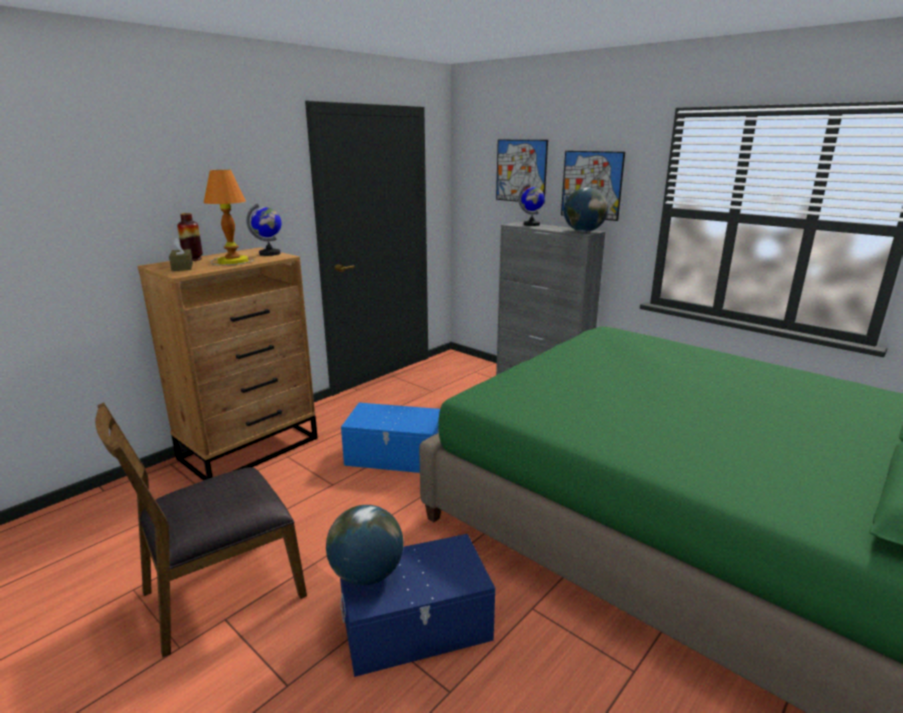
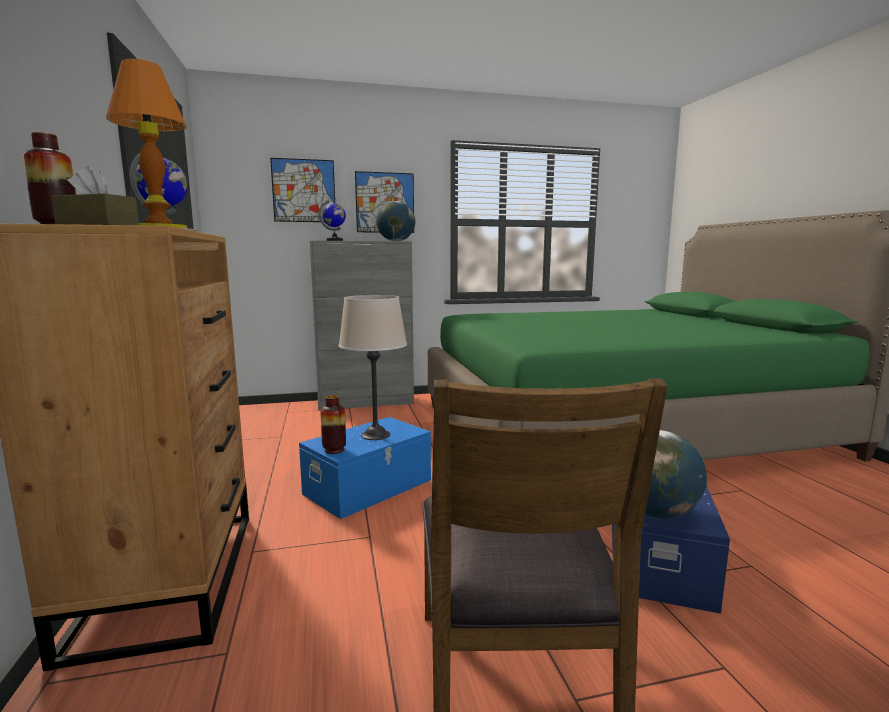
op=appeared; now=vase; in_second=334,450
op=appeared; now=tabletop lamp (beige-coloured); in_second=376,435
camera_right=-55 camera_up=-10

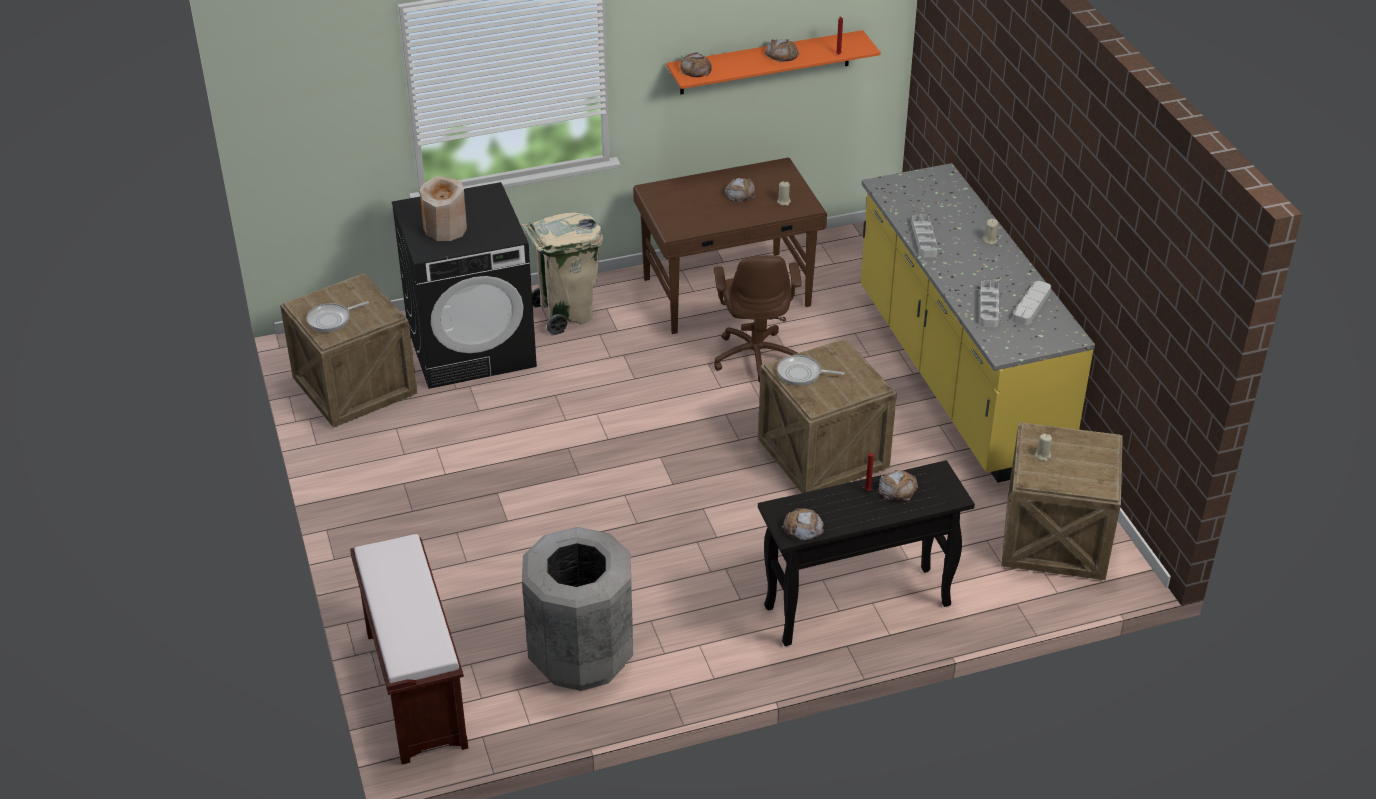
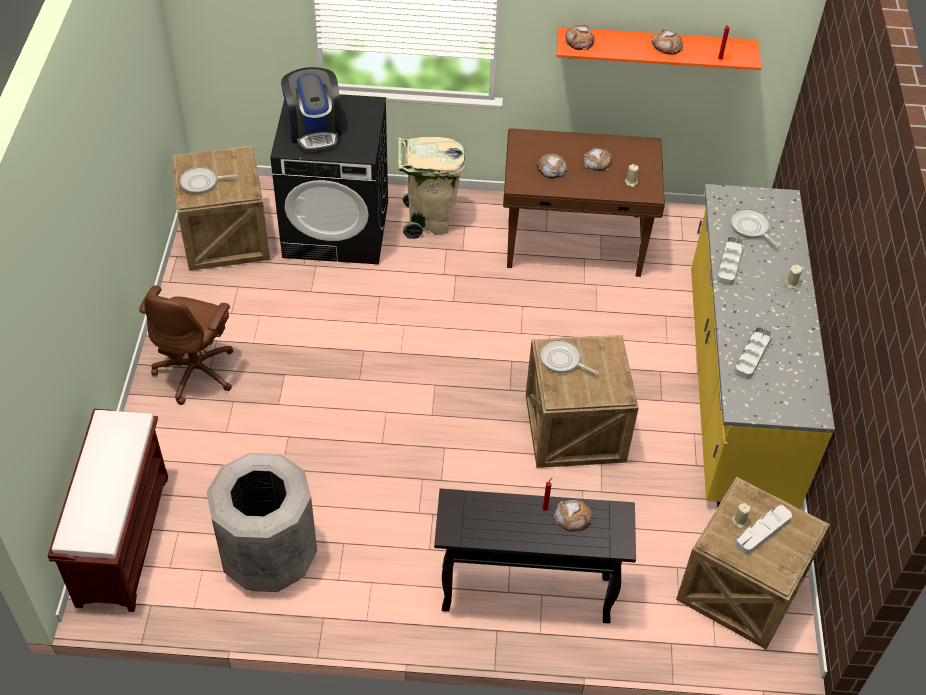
op=appeared; now=pan; in_second=751,228
op=relocated; was=office chair (brown); in_first=755,356; in_second=197,371
op=relocated; was=baked bread; in_first=802,528; in_second=551,168
op=relocated; was=serving tray (grey); in_first=1031,306; in_second=762,531
op=exchanged; was=vase (beige-coloured); now=coffee maker; in_first=445,228; in_second=314,130
camera_right=20 camera_up=10

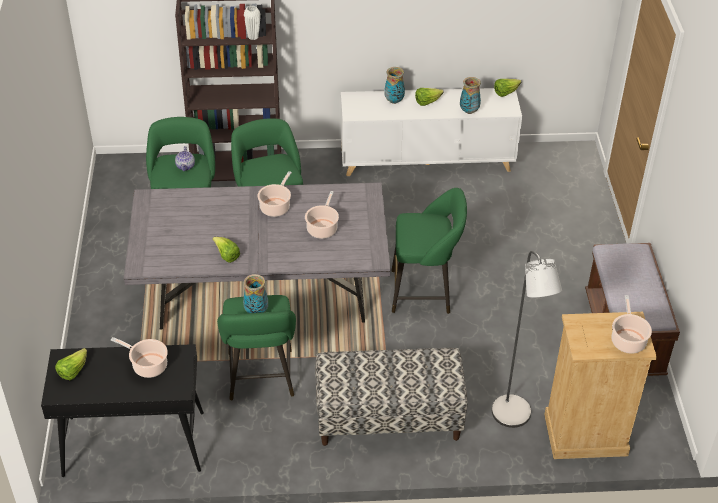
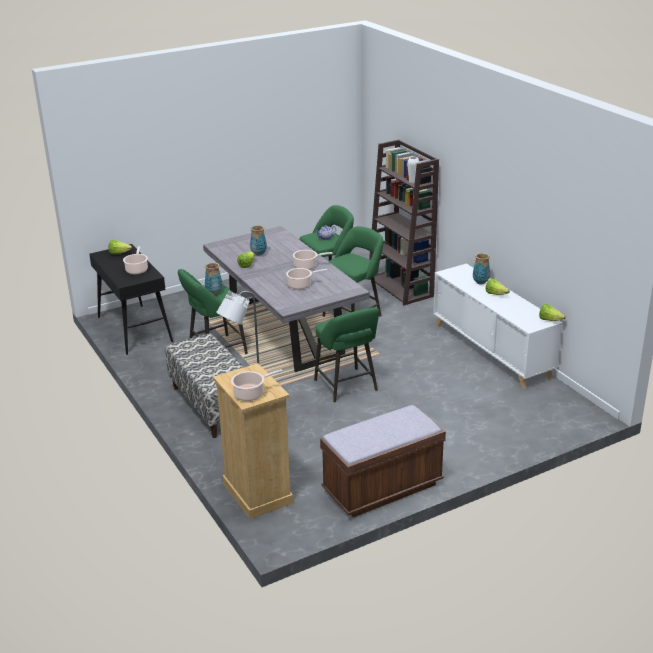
op=relocated; was=vase; in_first=469,111; in_second=259,254
camera_right=65 camera_up=-15

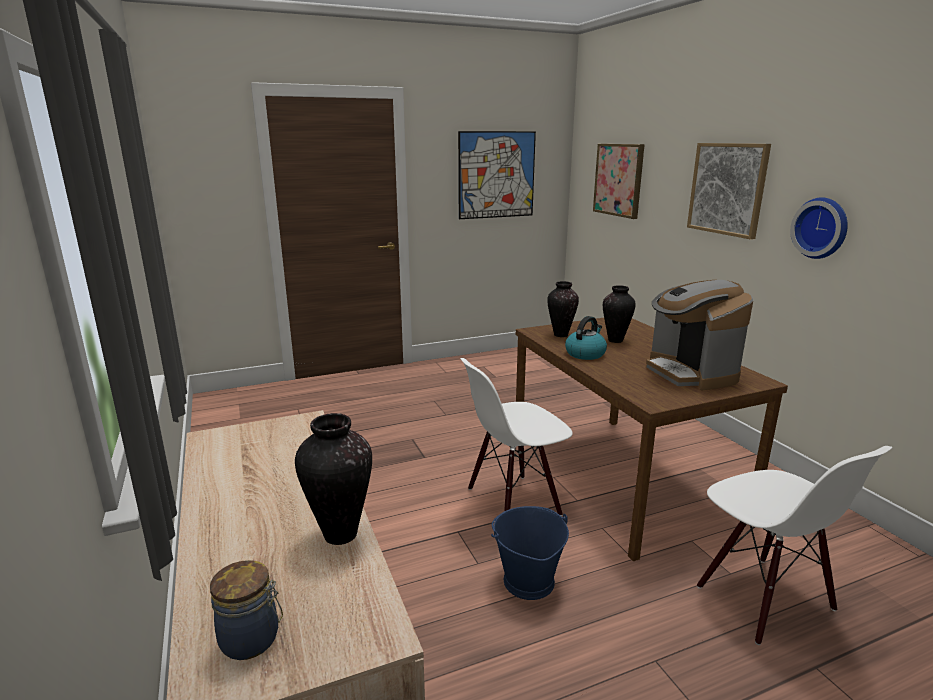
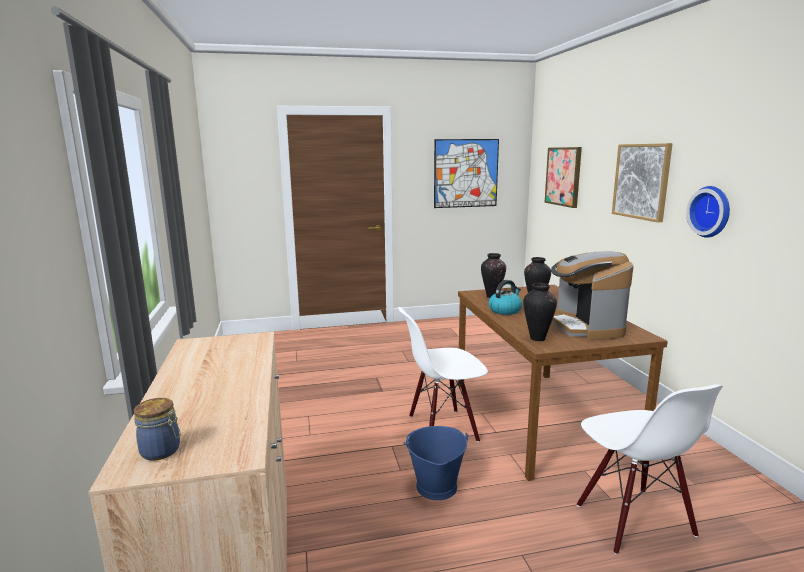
op=relocated; was=vase; in_first=339,534; in_second=536,338
camera_right=10 camera_up=-5

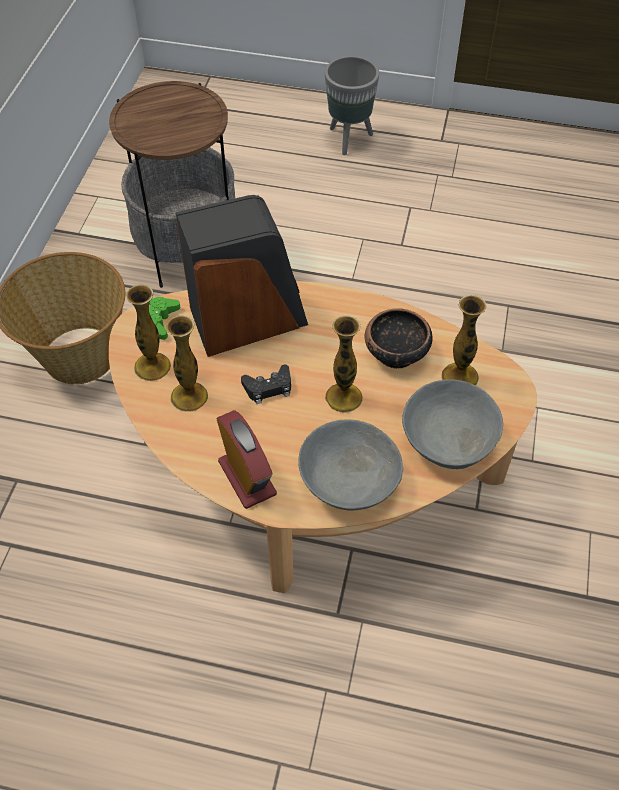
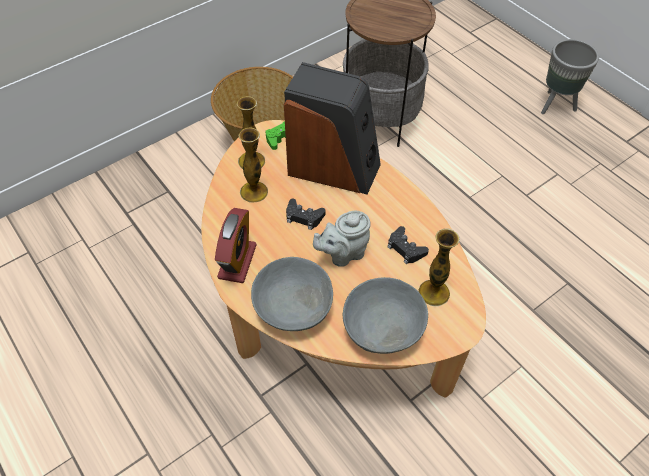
op=exchanged; was=vase; now=pot for tea (grey); in_first=344,397; in_second=343,254
op=exchanged; was=serving bowl; now=joypad (black); in_first=396,353; in_second=405,248
camera_right=40 camera_up=0

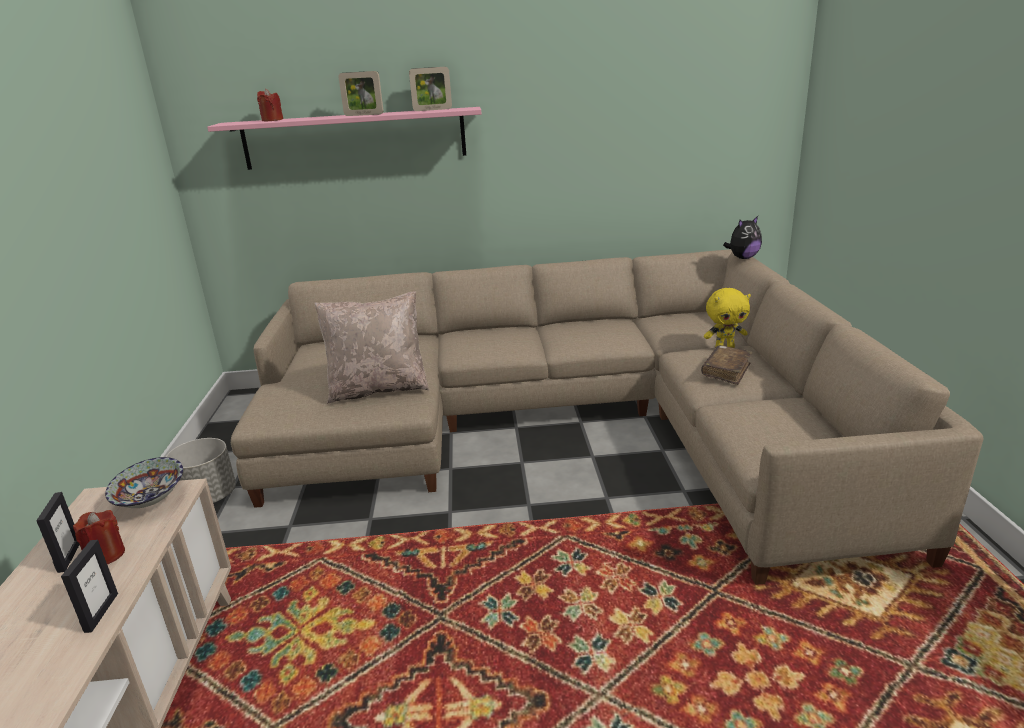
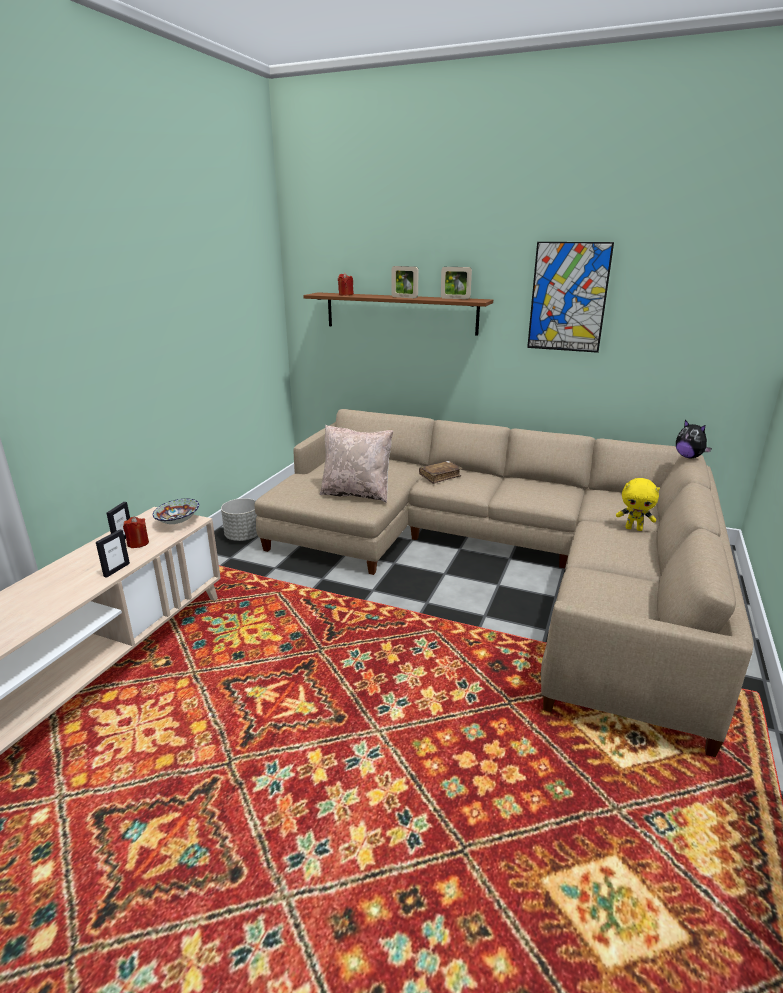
op=appeared; now=picture; in_second=568,297
op=relocated; was=book (brown); in_first=726,371; in_second=440,476
op=colour; was=bracket shelf (pinkish); now=bracket shelf (brown); in_first=354,138; in_second=400,313
op=spun; was=plush toy; in_first=742,258; in_second=689,457; clockwise=60
camera_right=25 camera_up=0

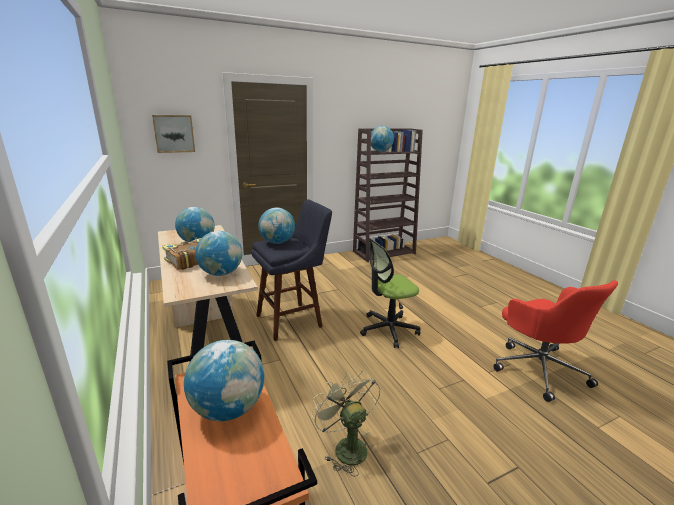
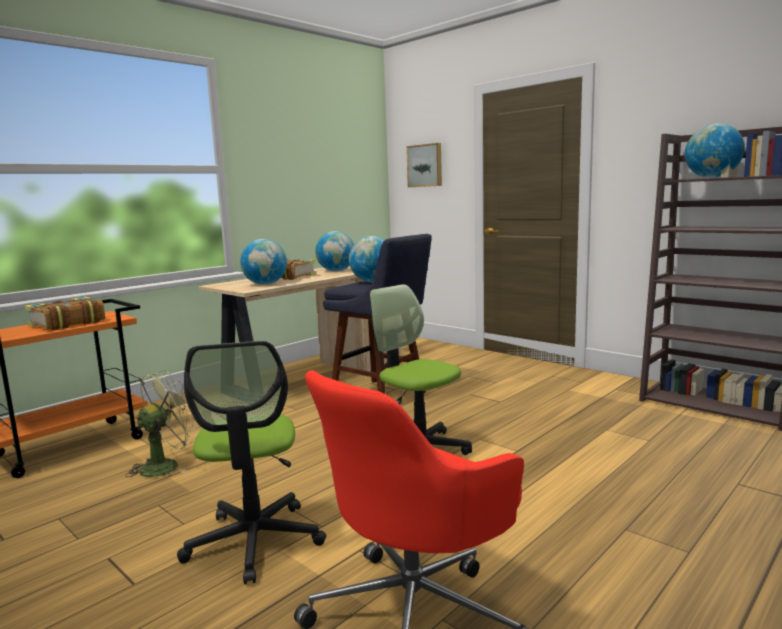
op=appeared; now=office chair; in_second=254,541
op=exchanged; was=globe; now=book; in_first=228,408; in_second=66,323
camera_right=70 camera_up=-10

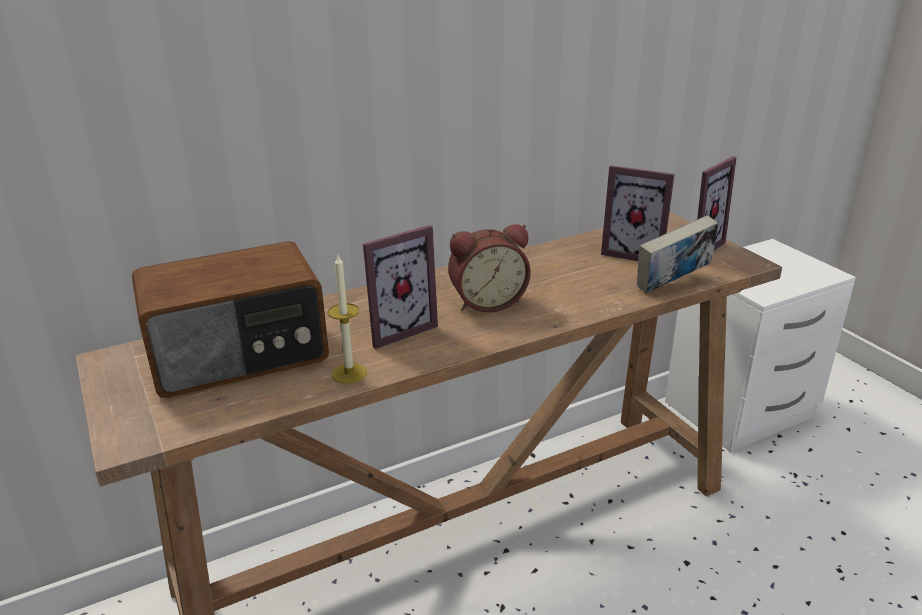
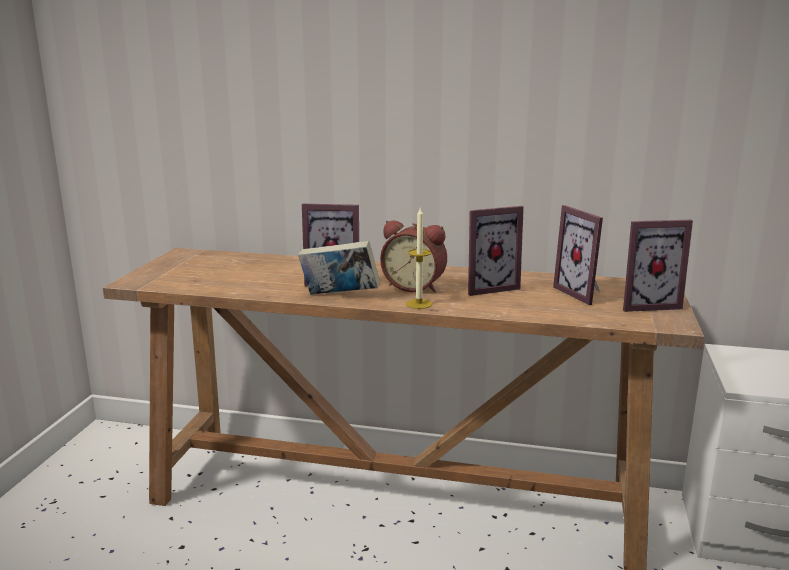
op=missing; was=radio receiver; in_first=240,356
op=appeared; now=photo frame; in_second=487,287
op=relocated; was=candle; in_first=349,373; in_second=419,304
op=relocated; was=book; in_first=672,285; in_second=339,296
camera_right=40 camera_up=-10

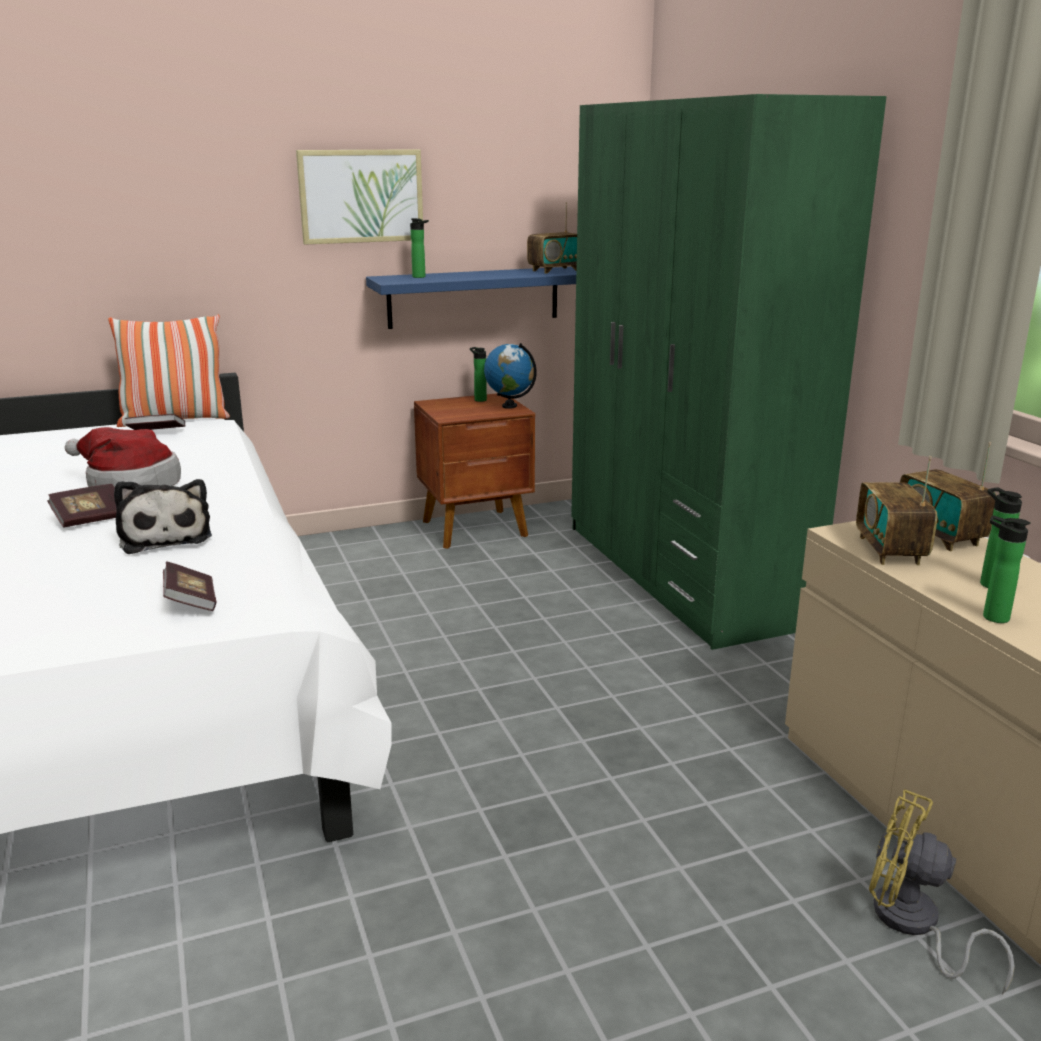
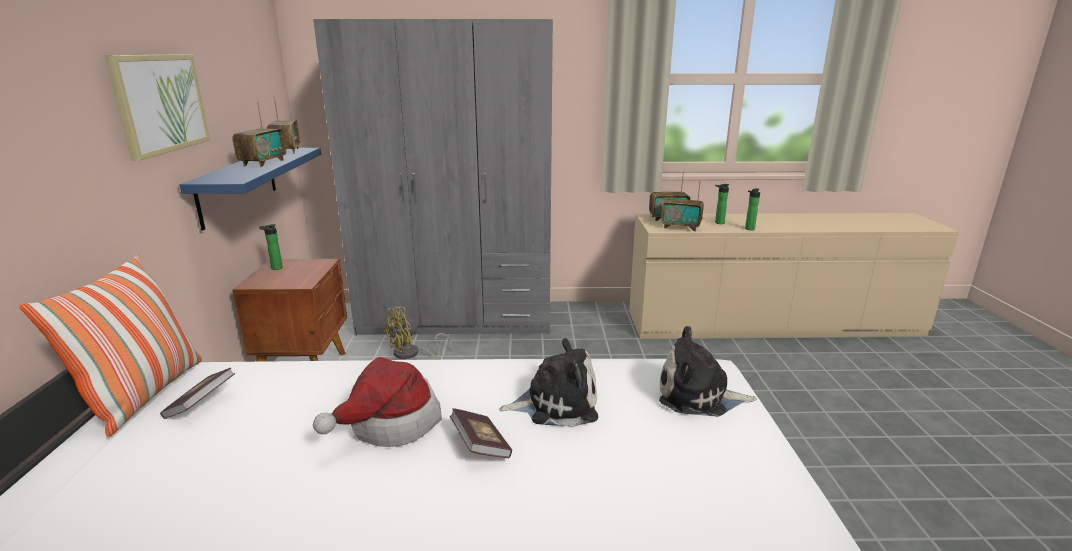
op=missing; was=beverage bottle; in_first=420,277
op=missing; was=globe; in_first=509,406
op=appeared; now=radio receiver; in_second=263,163
op=relocated; was=cooling fan (yellow-coloured); in_first=913,925; in_second=412,354
op=exchanged; was=book; now=plush toy; in_first=191,602; in_second=698,396
op=colour; was=wardrobe (green); now=wardrobe (grey); in_first=681,573; in_second=457,319
camera_right=-70 camera_up=0

